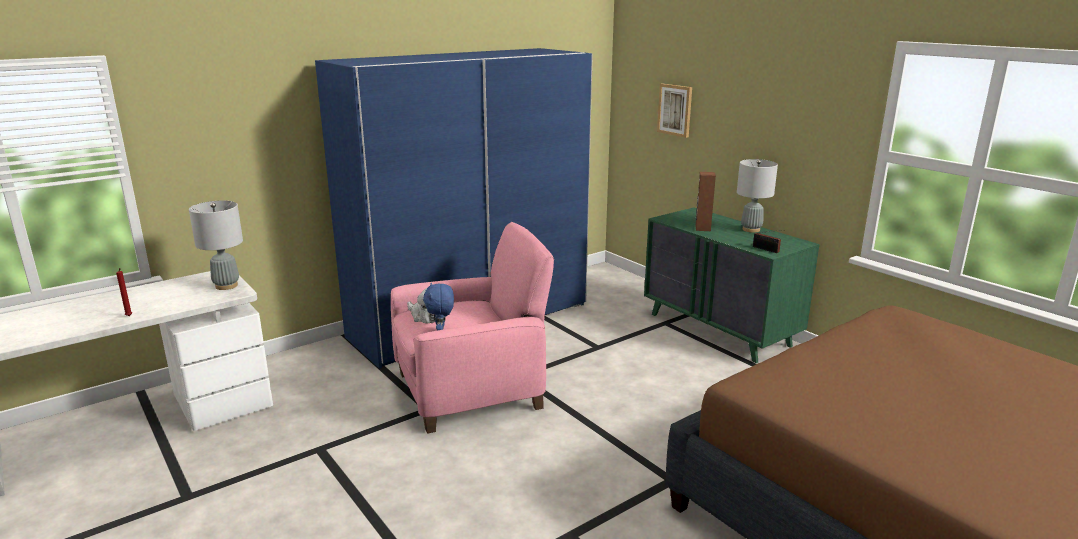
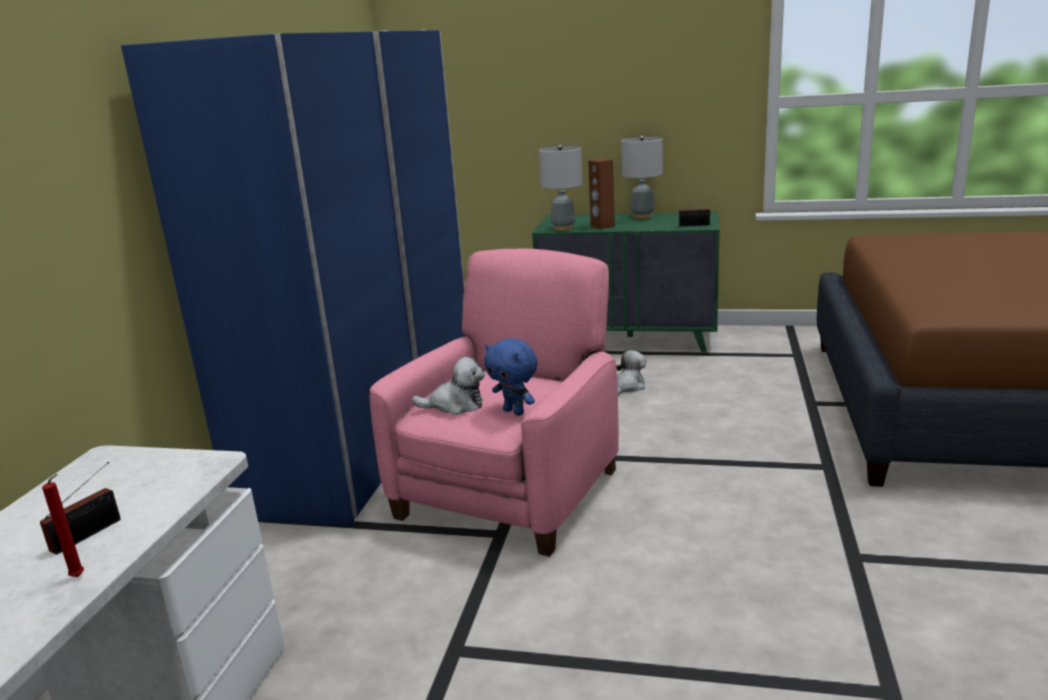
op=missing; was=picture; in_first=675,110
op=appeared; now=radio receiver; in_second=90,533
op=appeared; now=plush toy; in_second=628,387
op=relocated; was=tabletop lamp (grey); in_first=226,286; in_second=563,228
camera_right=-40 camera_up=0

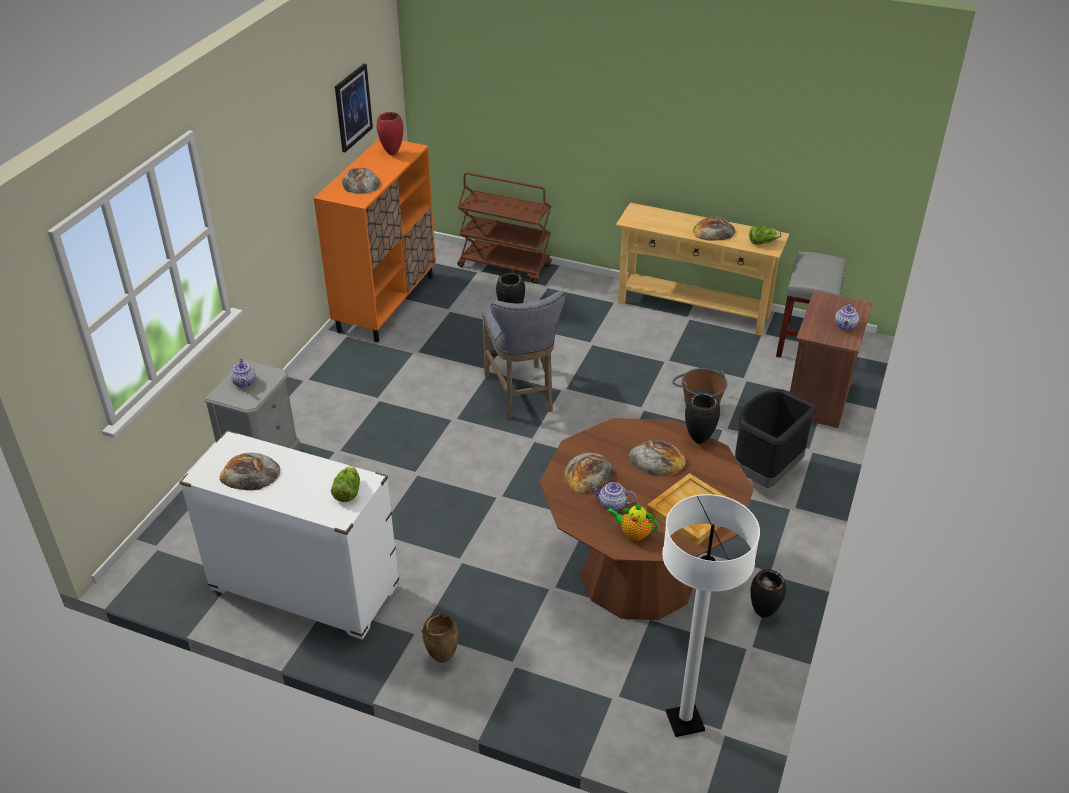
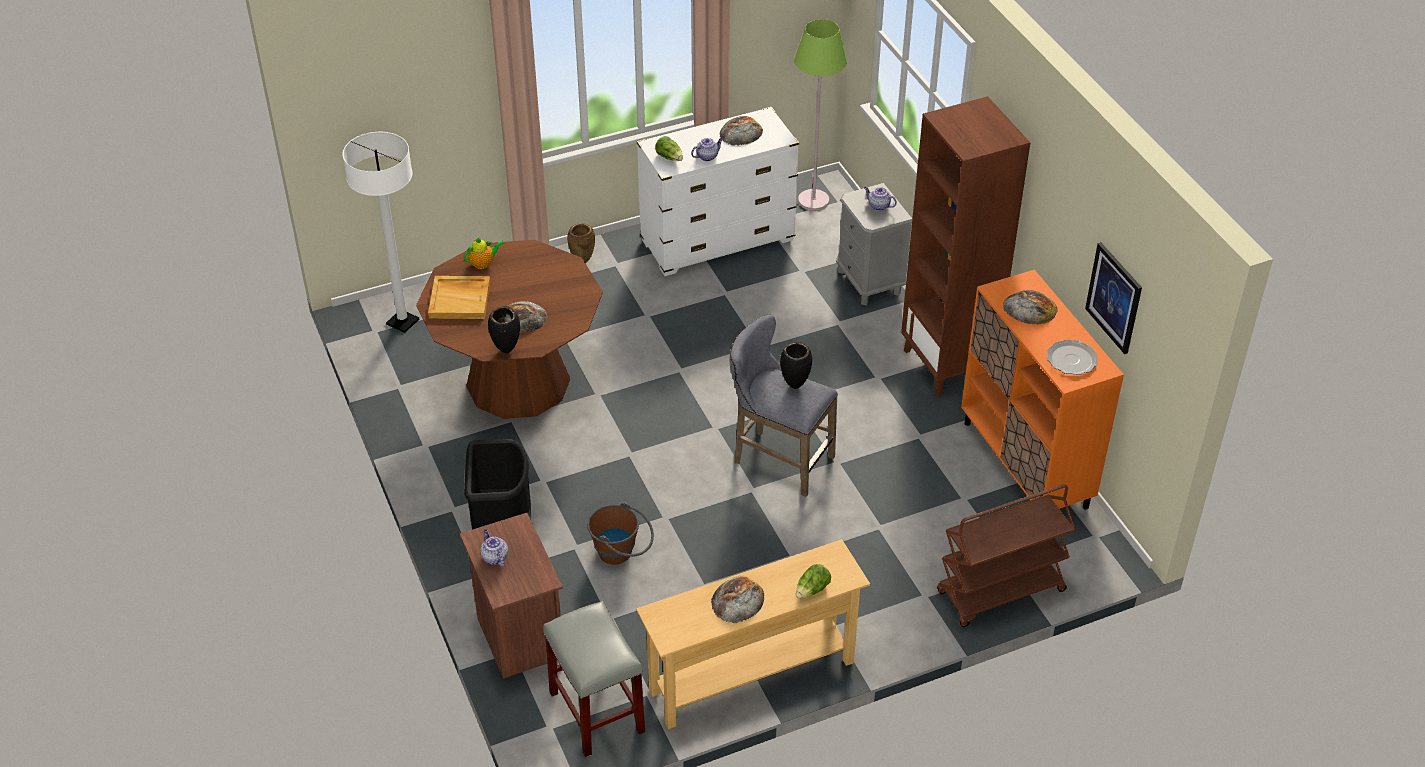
op=missing; was=baked bread; in_first=588,473
op=missing; was=vase (black); in_first=763,614
op=appeared; now=standing lamp (green); in_second=813,200
op=appeared; now=bookshelf (brown); in_second=947,365
op=relocated; was=pot for tea; in_first=612,505; in_second=707,156
op=relocated; was=lettuce; in_first=762,242; in_second=812,589
op=exchanged; was=vase (reddish); now=dinner plate; in_first=391,154; in_second=1071,359
camera_right=135 camera_up=5

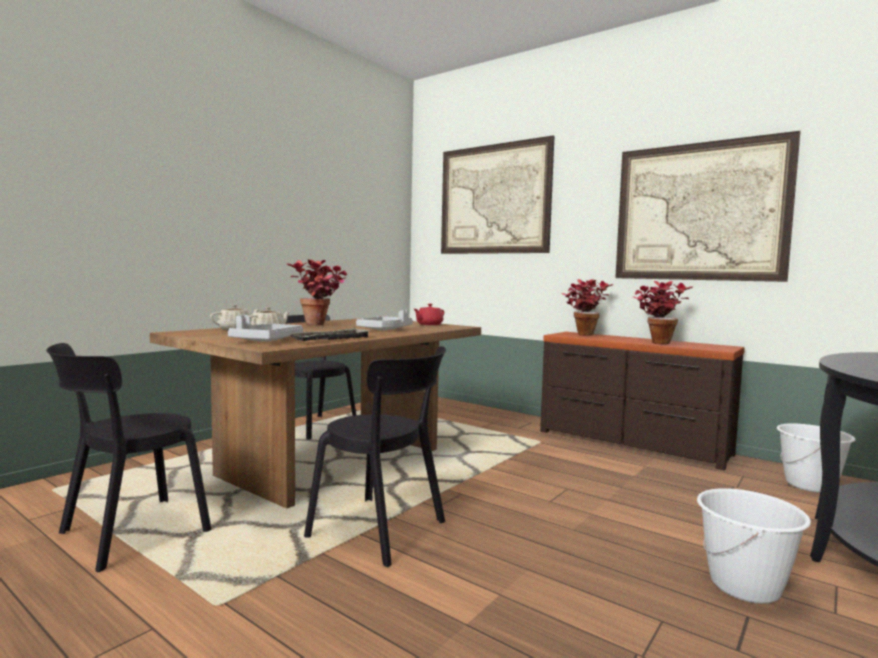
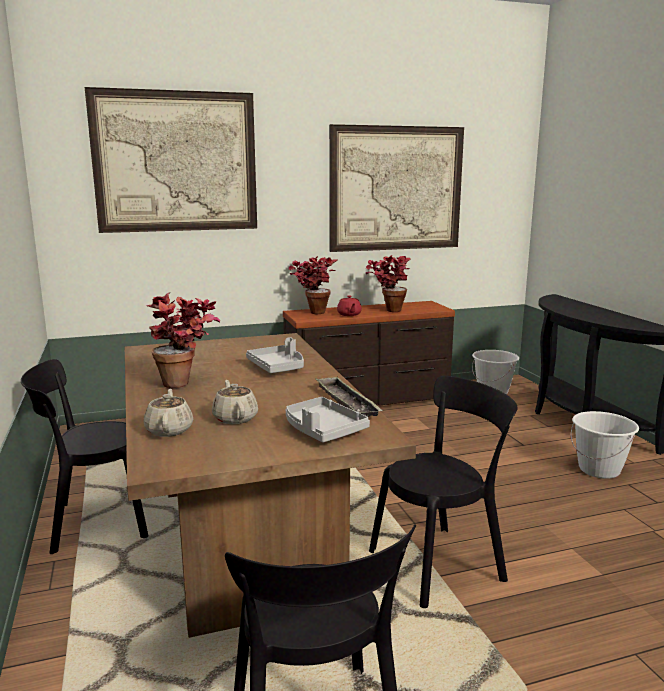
op=relocated; was=pot for tea (reddish); in_first=429,324; in_second=349,314
camera_right=-55 camera_up=10

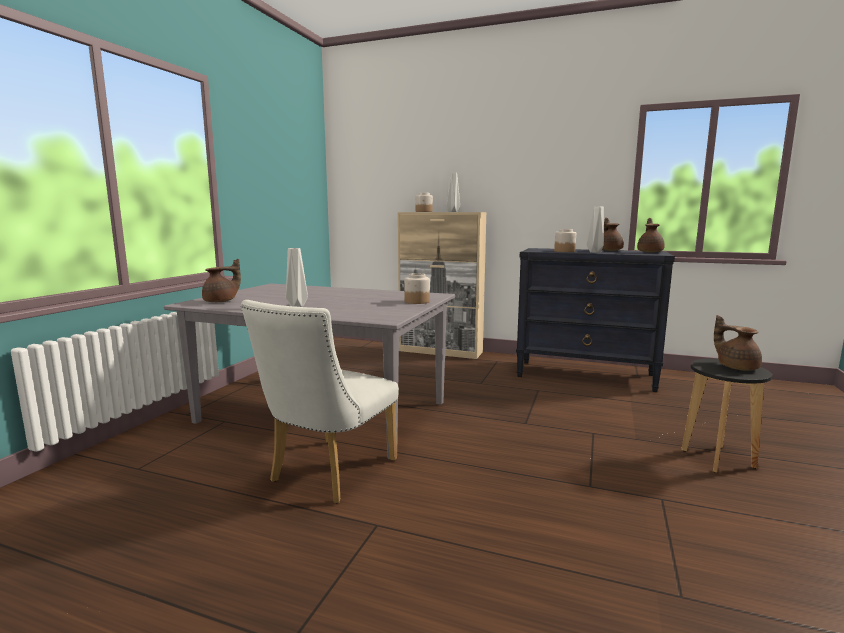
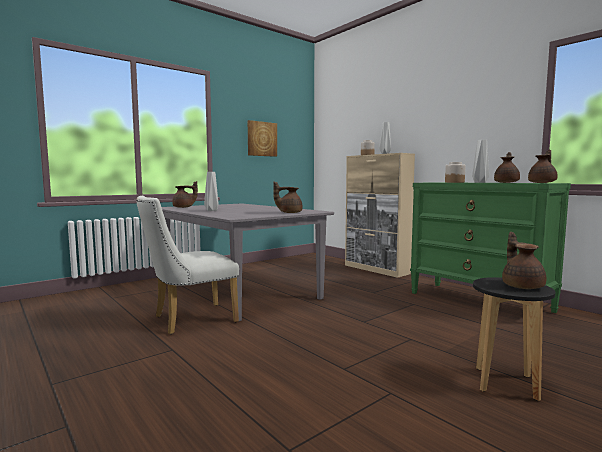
op=appeared; now=picture; in_second=261,139
op=exchanged; was=preserve jar; now=pot for tea (brown); in_first=416,301; in_second=289,212
op=colour; was=dresser (black); now=dresser (green); in_first=586,375; in_second=479,302
camera_right=30 camera_up=-5

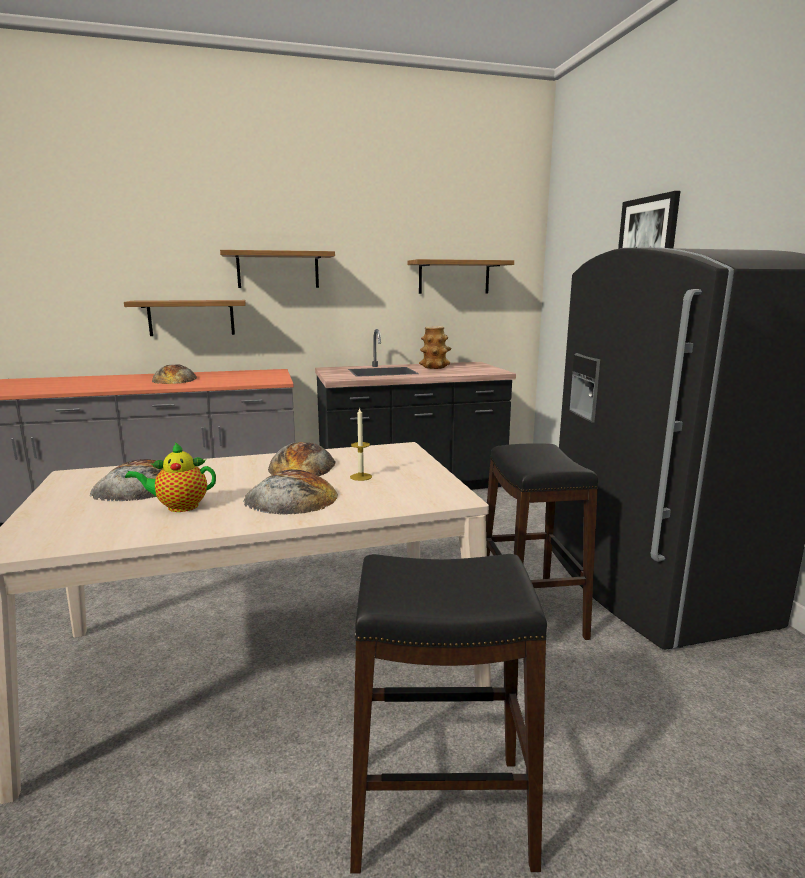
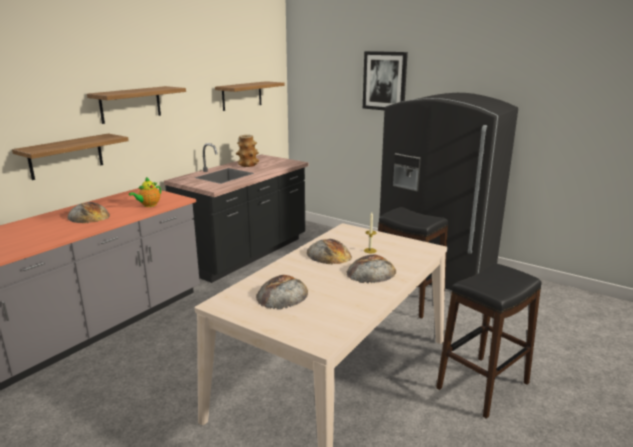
op=relocated; was=pot for tea; in_first=179,507; in_second=148,205
camera_right=-40 camera_up=5

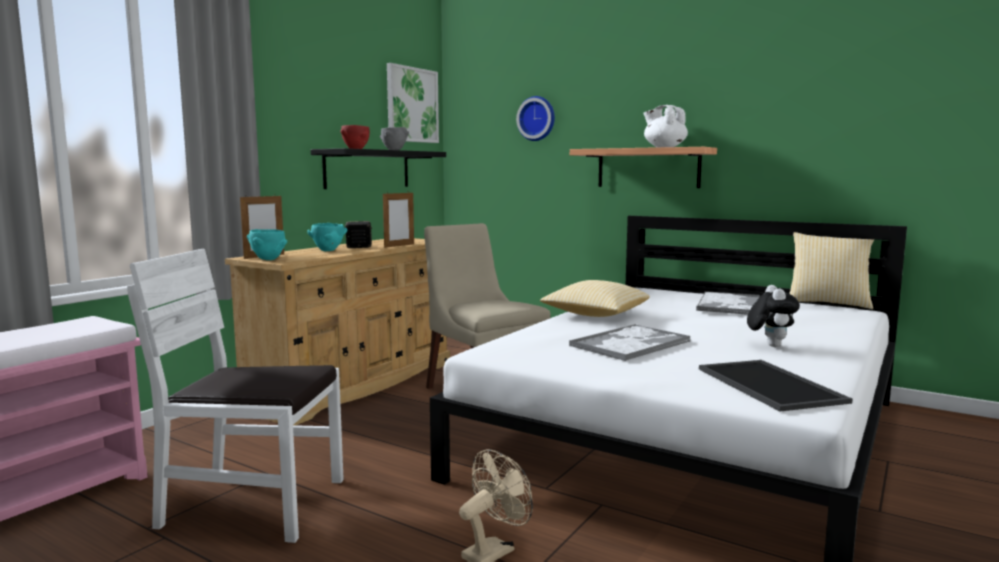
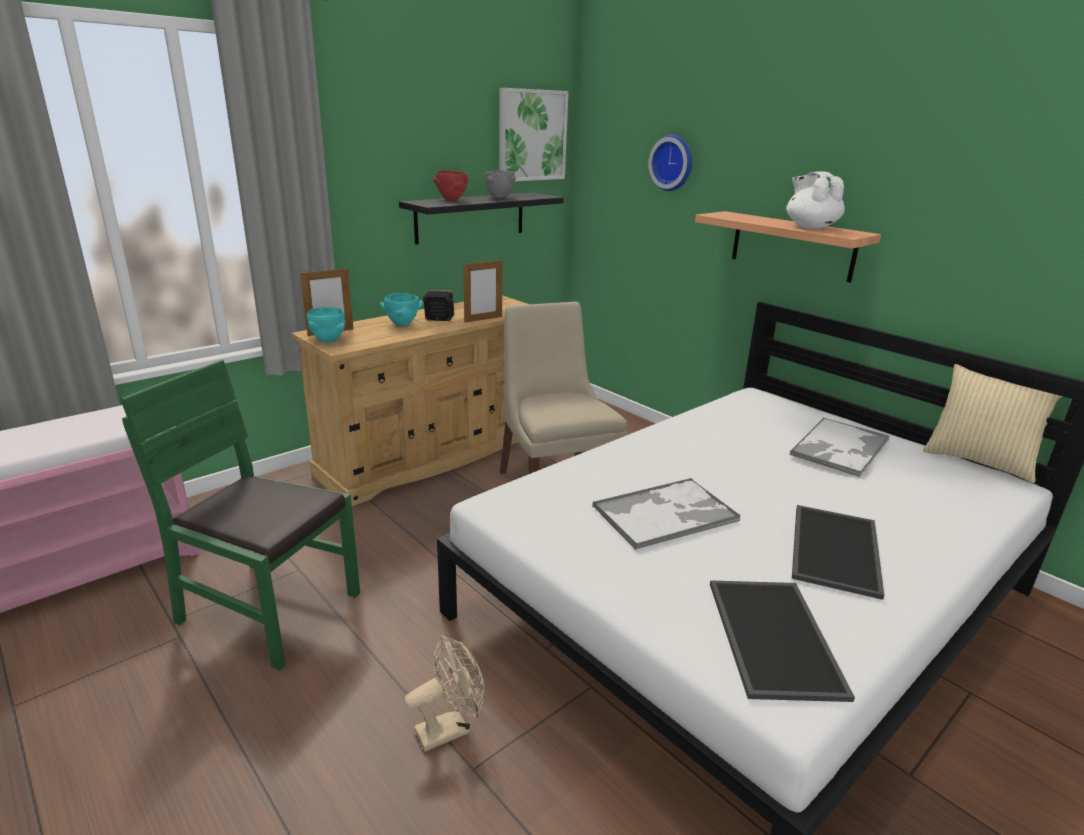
op=missing; was=pillow; in_first=595,315
op=exchanged; was=plush toy; now=serving tray; in_first=769,345; in_second=832,548
op=colour; was=chair (white); now=chair (green); in_first=254,504; in_second=269,609
camera_right=15 camera_up=15

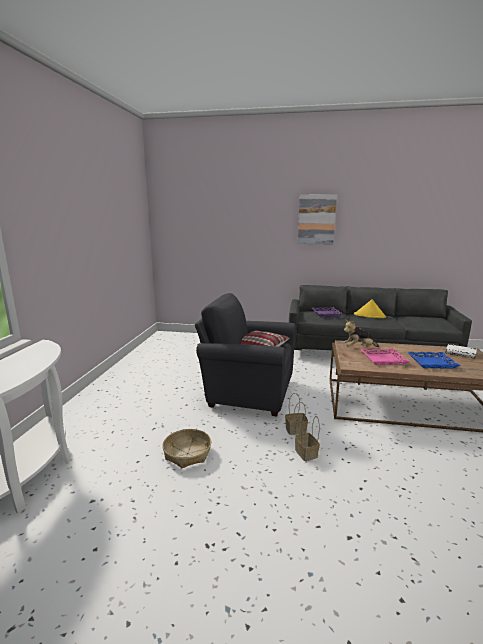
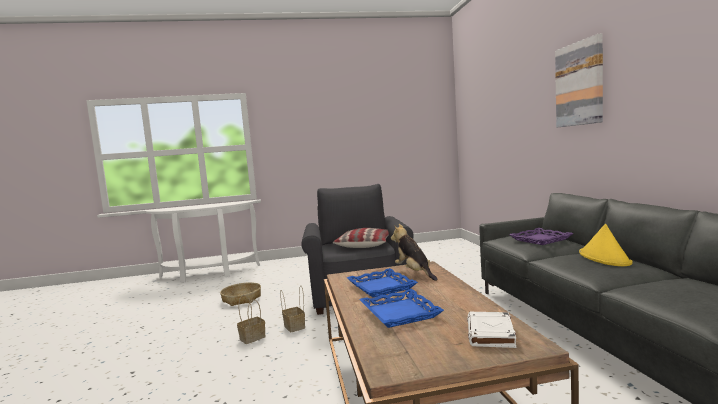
op=colour; was=serving tray (pinkish); now=serving tray (blue-coloured); in_first=383,359; in_second=382,287
camera_right=70 camera_up=-10

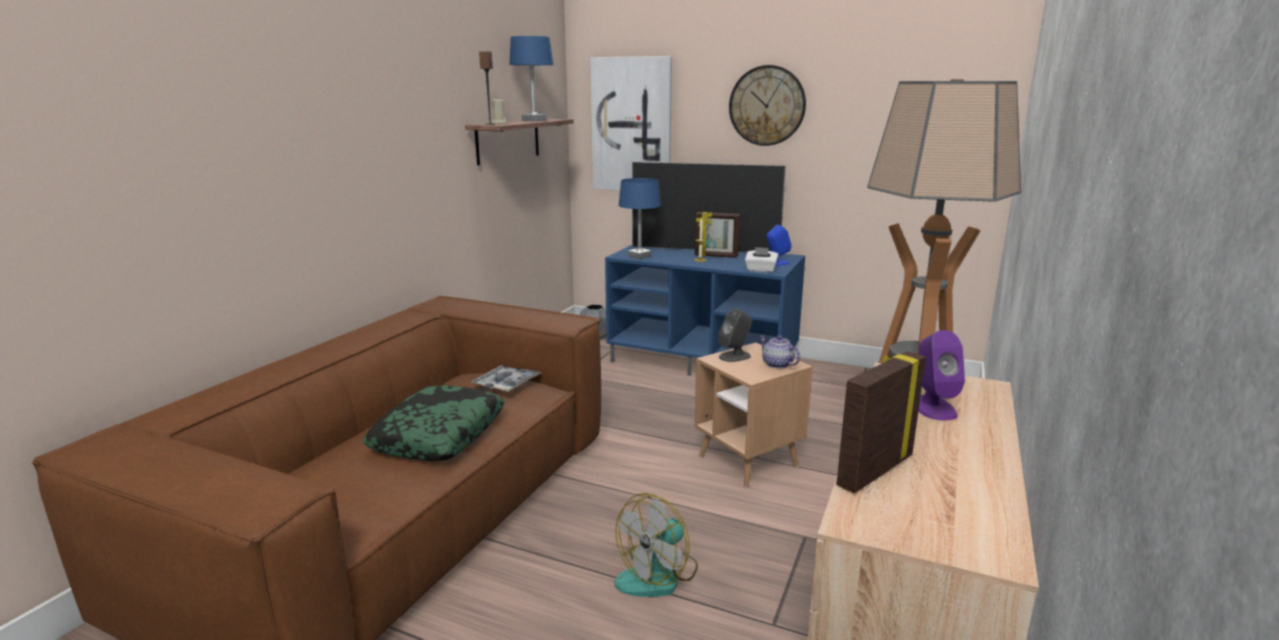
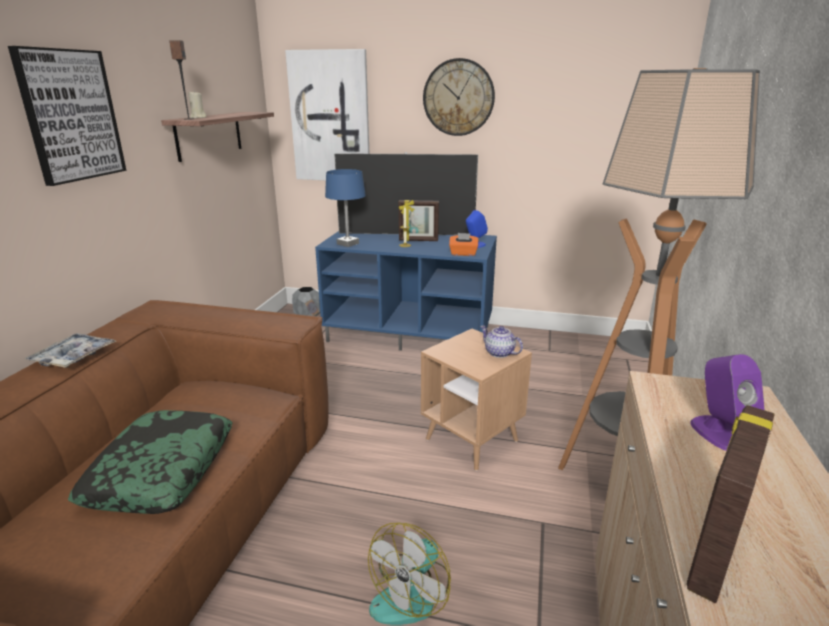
op=missing; was=tabletop lamp (blue-coloured); in_first=534,120
op=missing; was=speaker (grey); in_first=735,356
op=appeared; now=picture; in_second=71,116
op=relocated; was=serving tray; in_first=506,384; in_second=73,357
op=colour; was=tissue holder (white); now=tissue holder (orange-coloured); in_first=760,270; in_second=463,254
camera_right=-10 camera_up=5

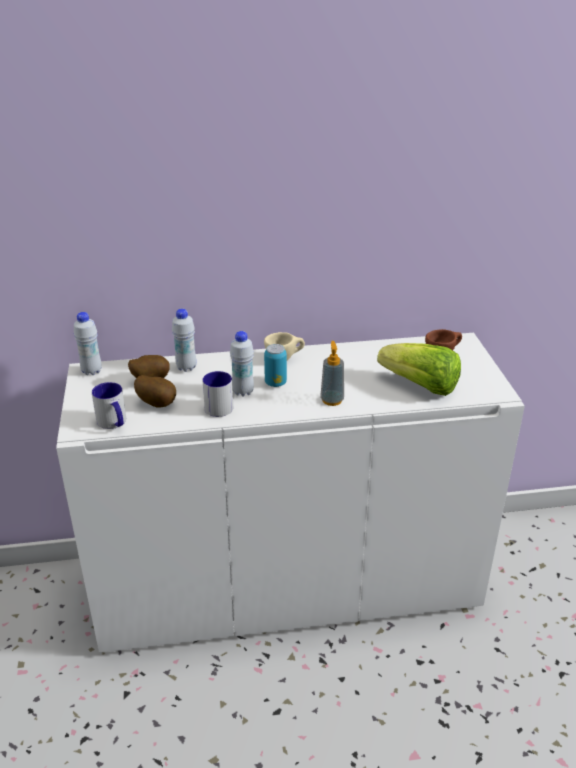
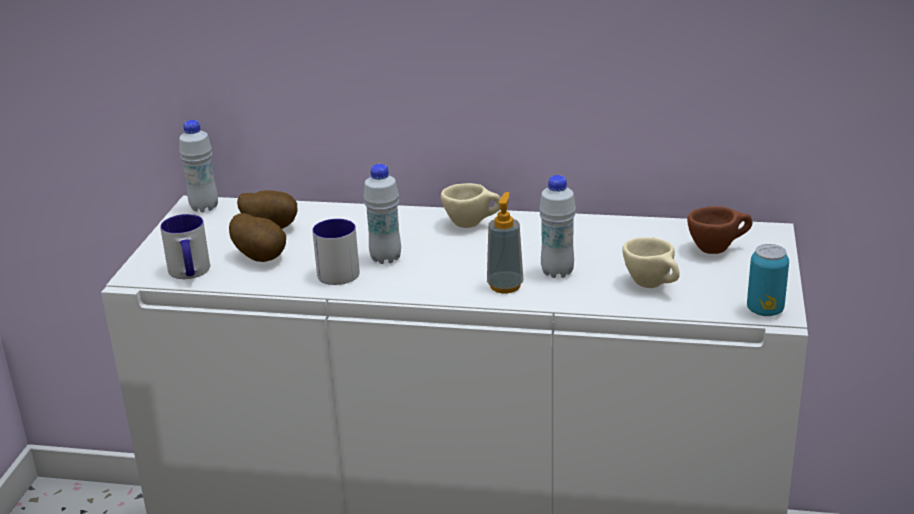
op=relocated; was=beverage bottle (white); in_first=186,367; in_second=557,272
op=relocated; was=can; in_first=275,383; in_second=765,310
op=exchanged; was=lettuce; now=drinking cup (beige-coloured); in_first=420,386; in_second=653,285
camera_right=20 camera_up=-5

